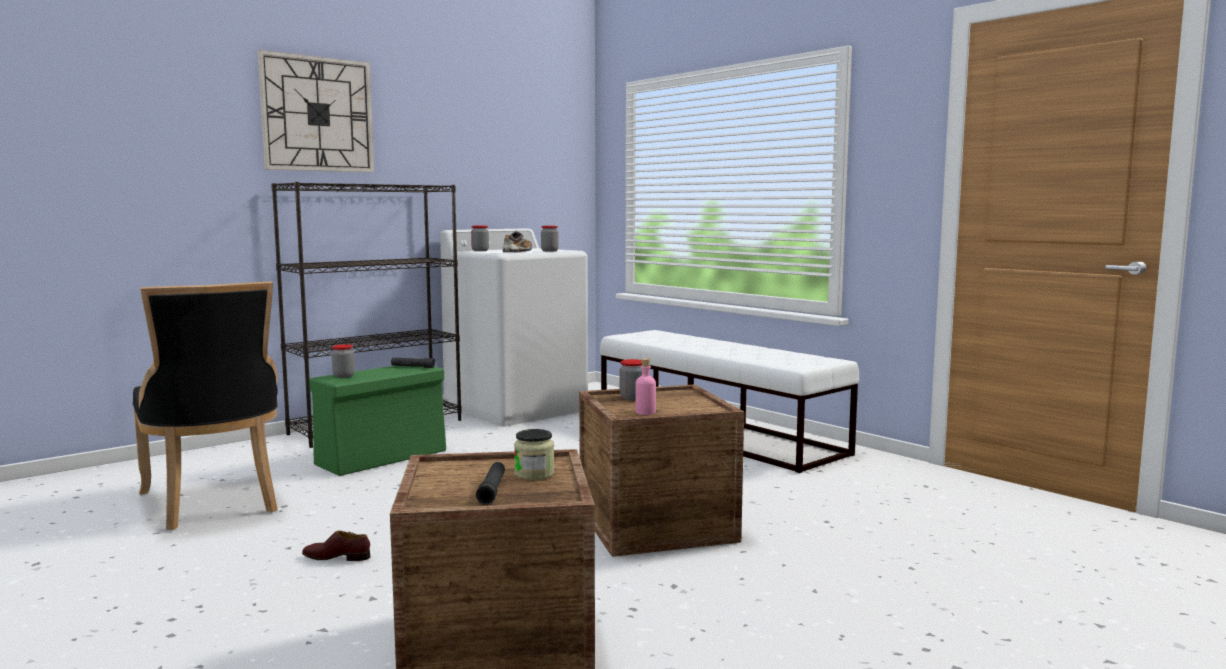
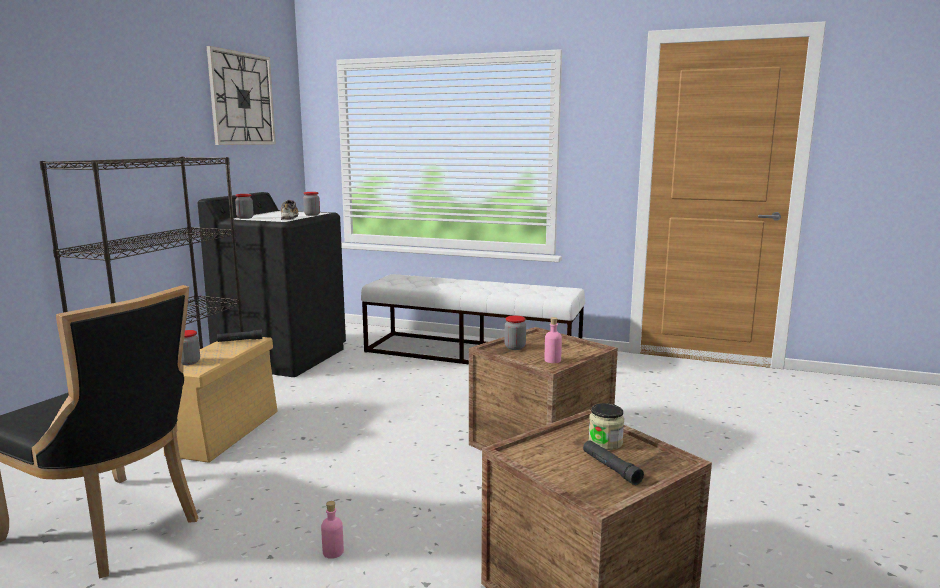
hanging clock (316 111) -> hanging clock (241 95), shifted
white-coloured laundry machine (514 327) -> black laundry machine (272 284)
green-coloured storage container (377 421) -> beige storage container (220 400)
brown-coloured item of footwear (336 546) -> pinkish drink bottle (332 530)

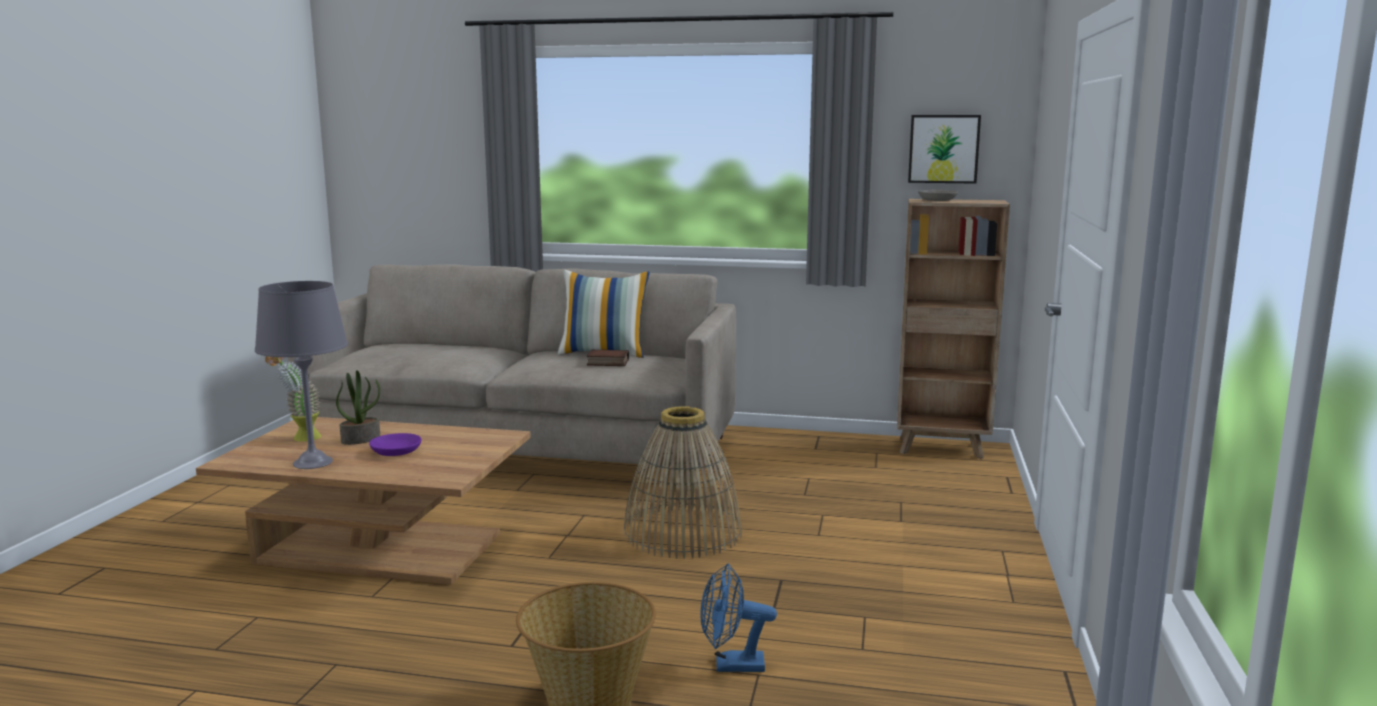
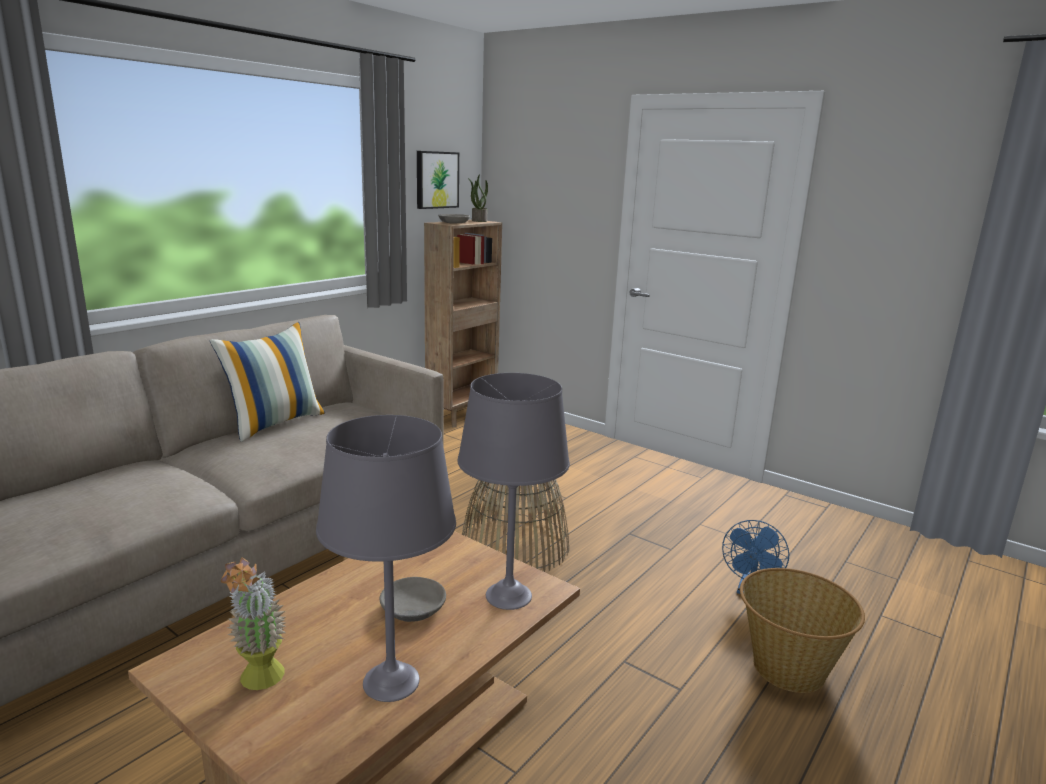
volume (608 358) -> none
houseplant (358 407) -> houseplant (478 198), shifted
purple-coloured serving bowl (395 444) -> gray serving bowl (413 599)
none -> gray tabletop lamp (513 491)

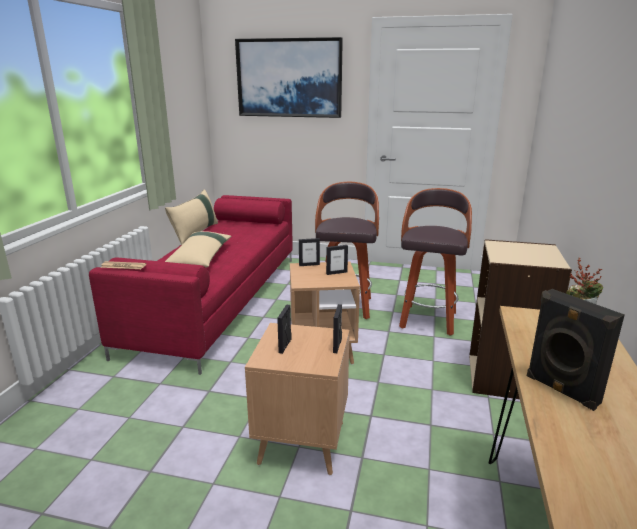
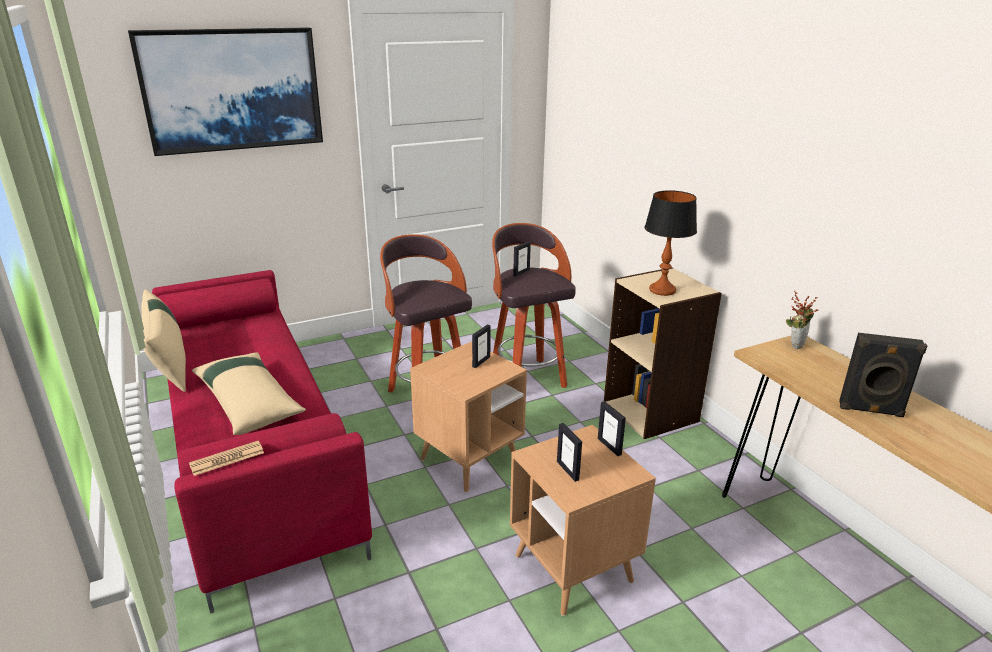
standing frame (309 252) -> standing frame (522 259), shifted
none -> tabletop lamp (670 243)

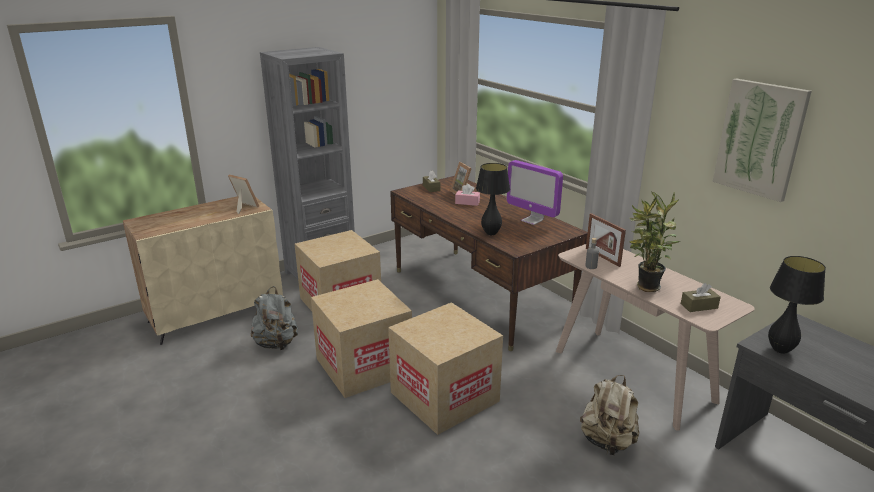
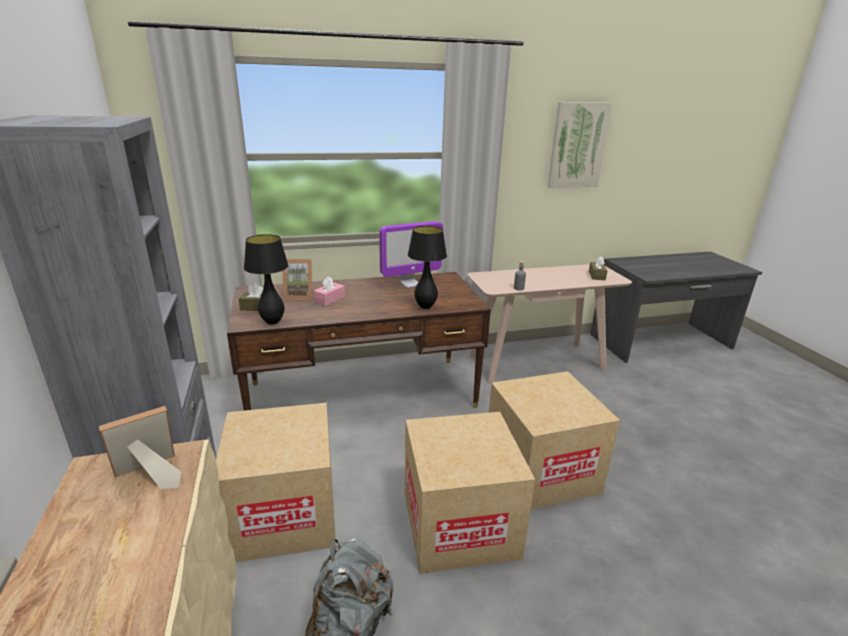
houseplant (655 242) -> none
standing frame (606 240) -> none
black tabletop lamp (797 305) -> black tabletop lamp (266 279), shifted
beige rucksack (609 415) -> none

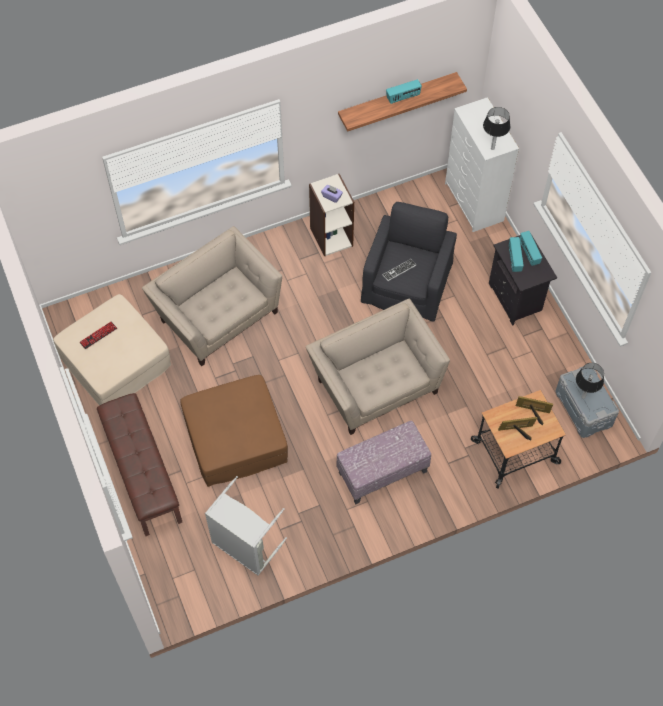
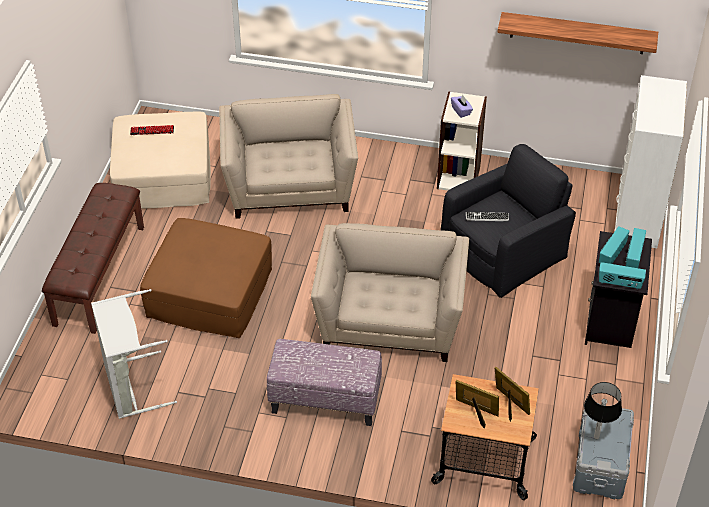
radio receiver (404 91) -> radio receiver (622 275), shifted
tabletop lamp (496 128) -> none

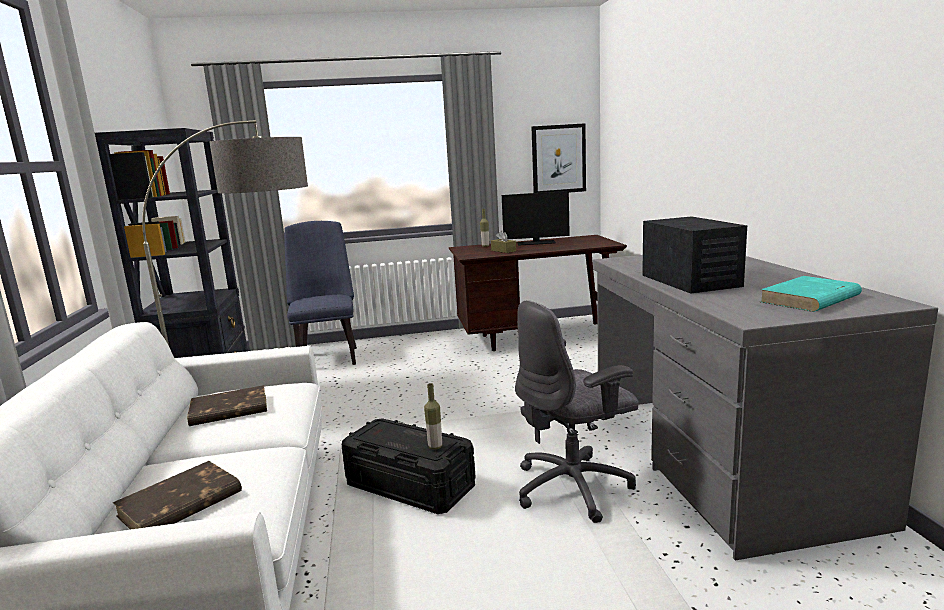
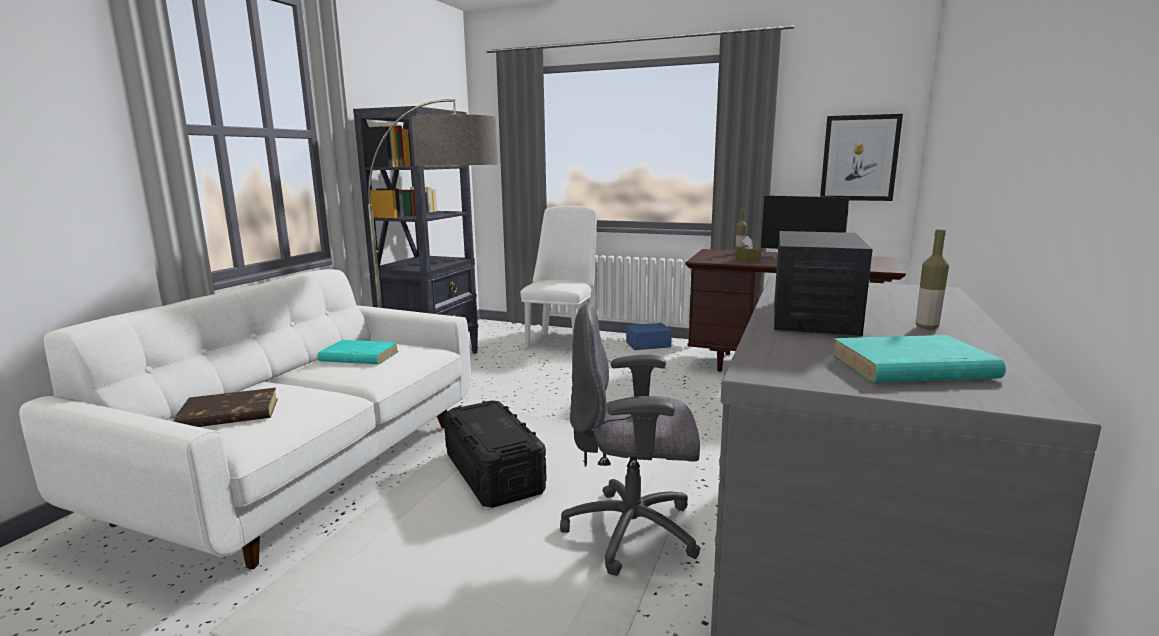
bluish plain chair (320 293) -> white-coloured plain chair (558 277)
drink bottle (433 416) -> drink bottle (932 279), shifted
brown-coloured volume (227 405) -> blue-green volume (358 352)
none -> bluish storage container (649 336)

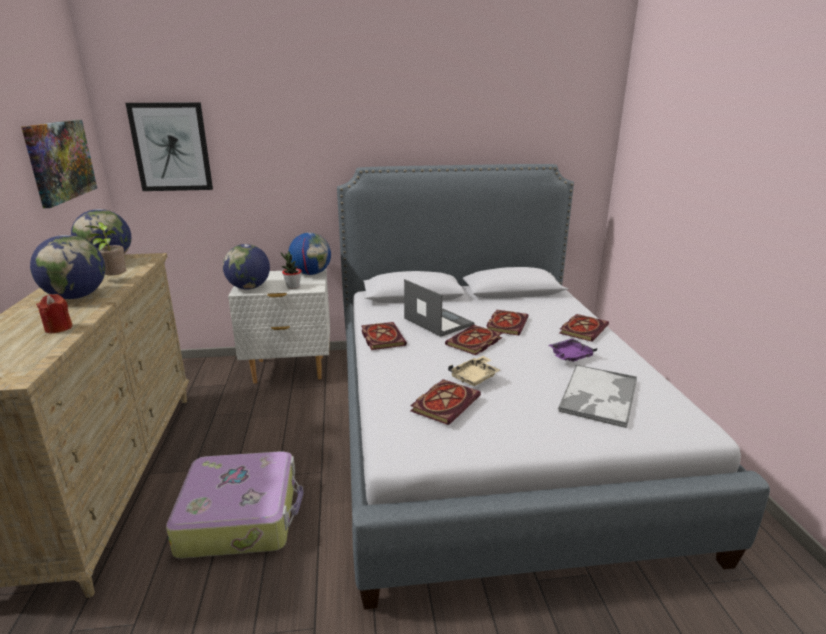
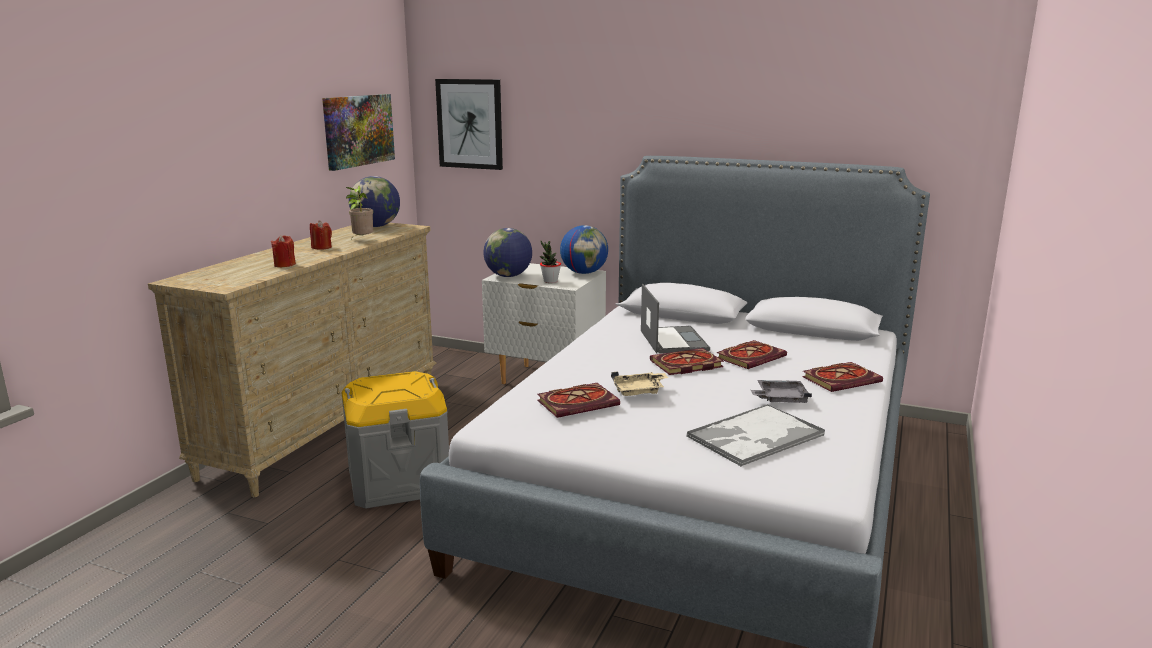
globe (67 267) -> red wax candle (321 235)
volume (384 336) -> none
purple-coloured tray (573 350) -> gray tray (781 391)
piece of luggage (234 505) -> gray storage container (395 439)

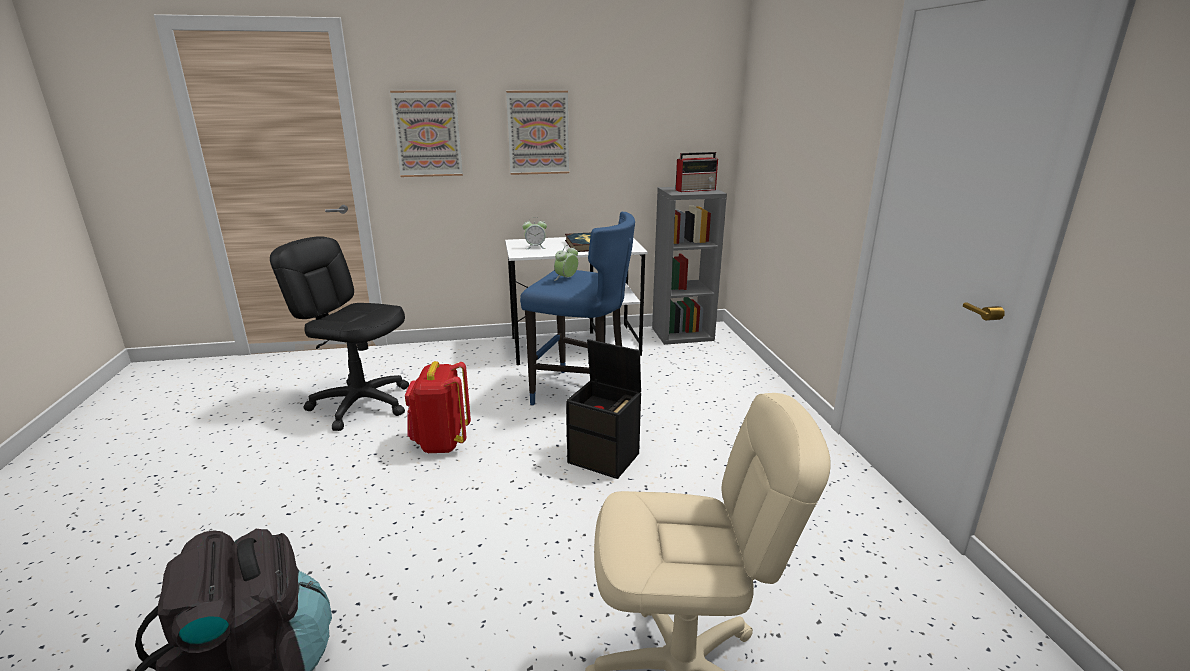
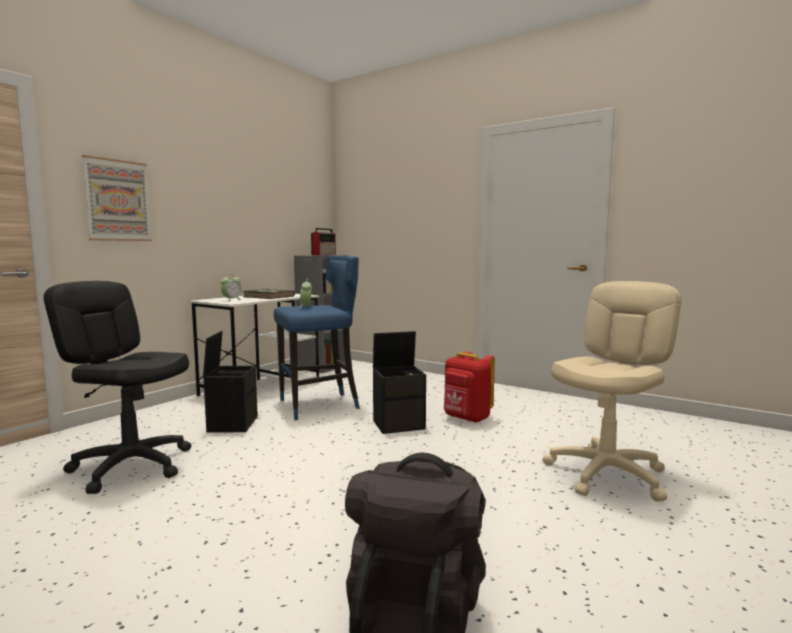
picture (537 133) -> none
black desk chair (339 333) -> black desk chair (117 387), 45 degrees clockwise
red rucksack (438 407) -> red rucksack (469 387), shifted
none -> black storage container (230 382)

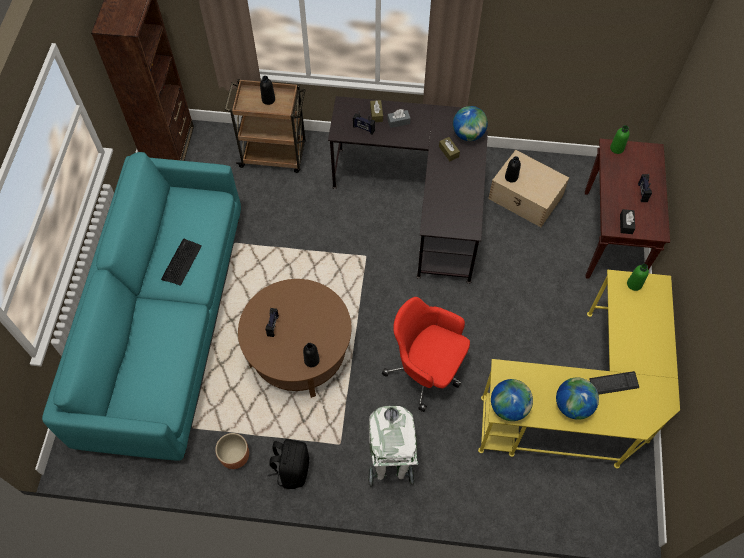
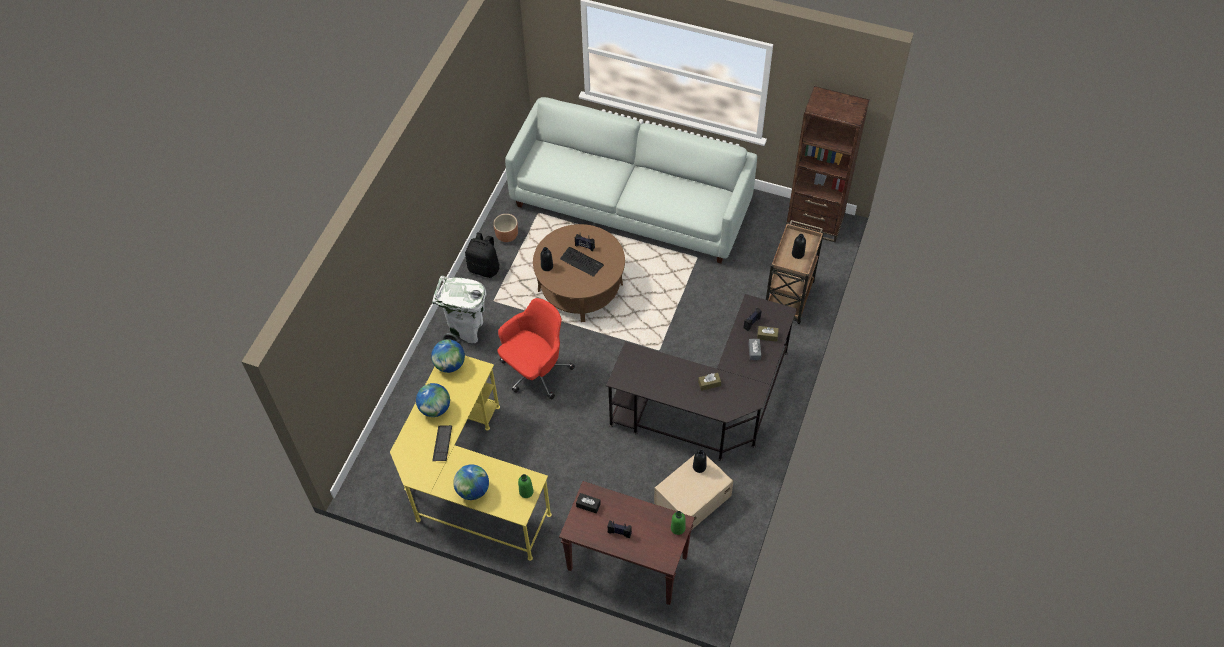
globe (470 123) -> globe (471 482), shifted
blue-green settee (141 306) -> white-coloured settee (631 180)
computer keyboard (181 262) -> computer keyboard (582 262), shifted

